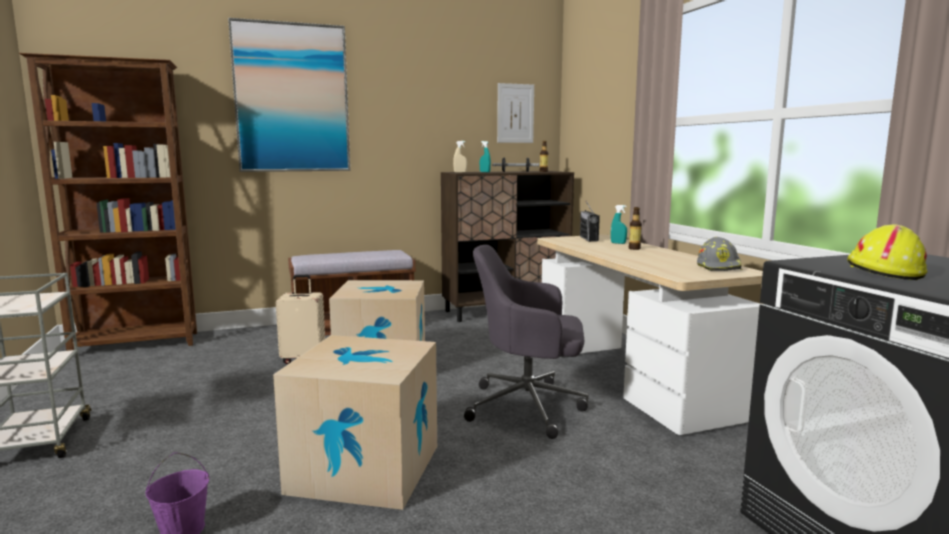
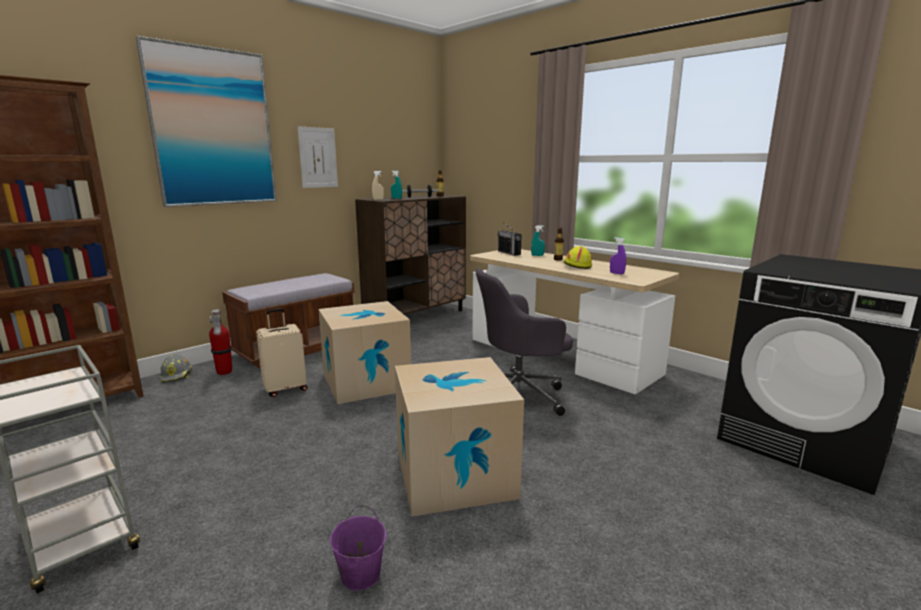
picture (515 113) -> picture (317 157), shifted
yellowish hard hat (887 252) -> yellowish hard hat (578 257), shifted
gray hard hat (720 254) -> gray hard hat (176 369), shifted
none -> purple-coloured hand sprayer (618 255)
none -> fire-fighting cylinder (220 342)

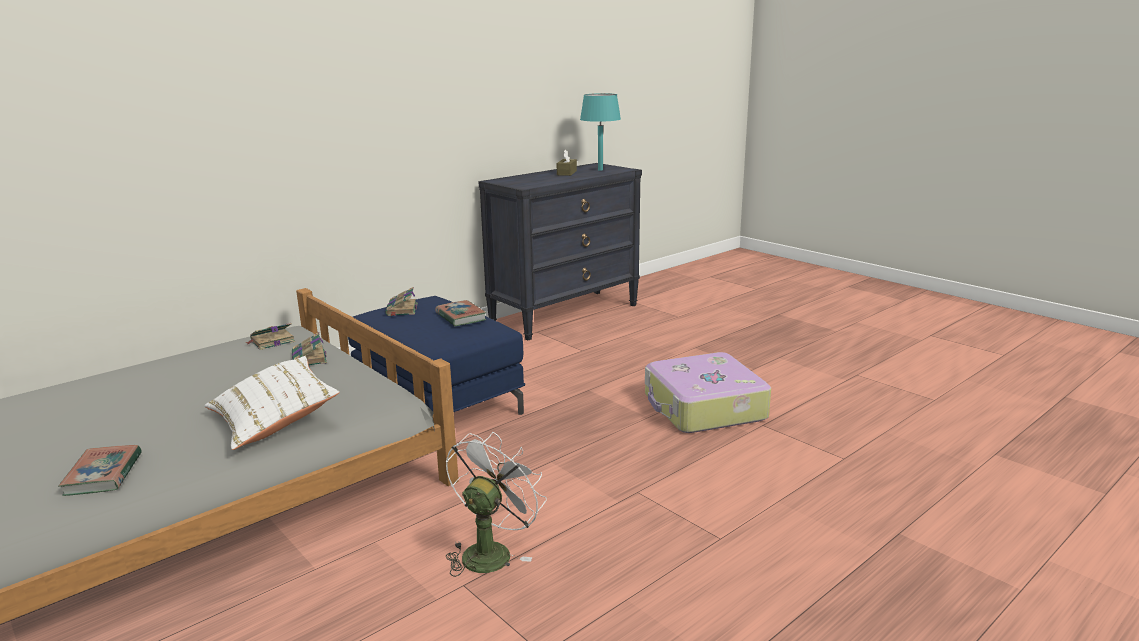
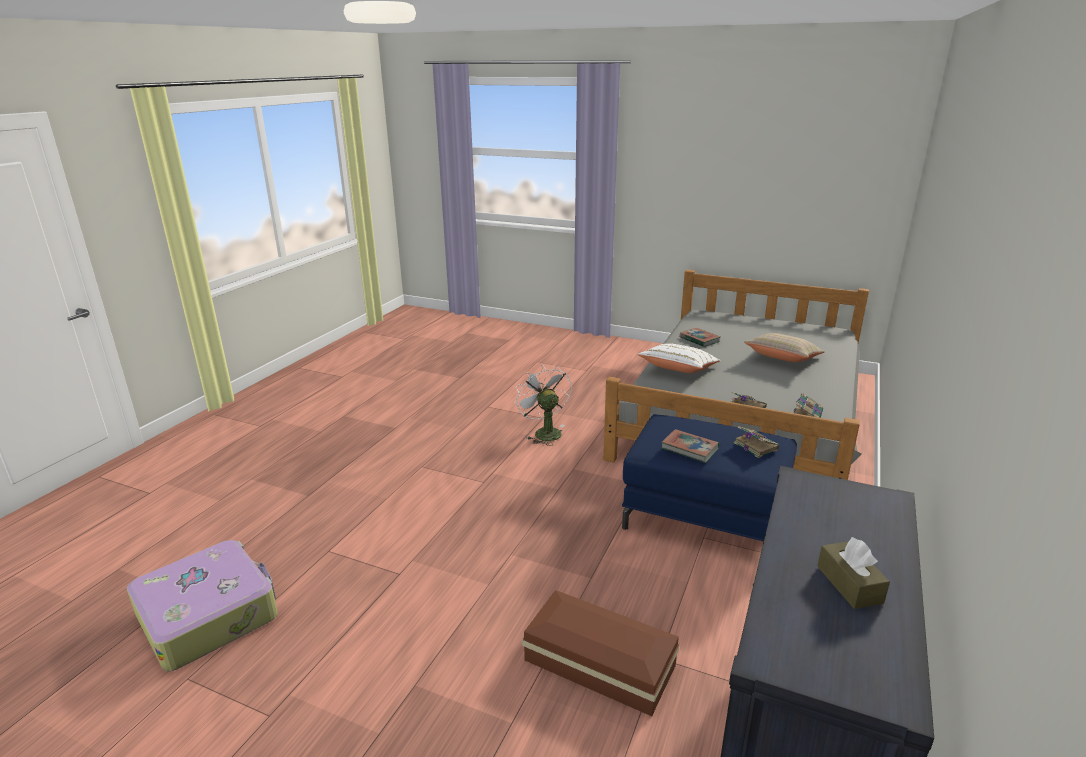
blue-green tabletop lamp (600 132) -> none
piece of luggage (708 392) -> piece of luggage (202 605), shifted
white-coloured fan (496 504) -> white-coloured fan (543 405), 150 degrees clockwise
none -> beige pillow (784 347)
none -> brown-coloured storage container (601 653)

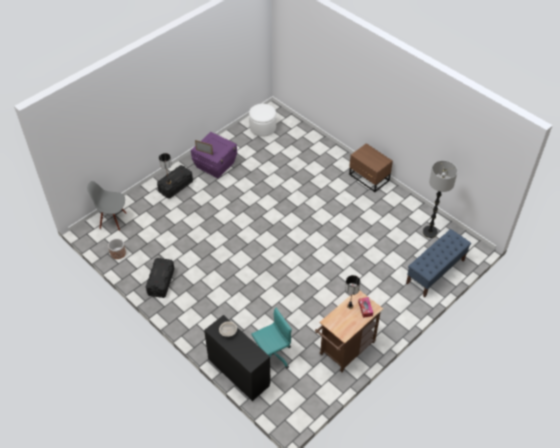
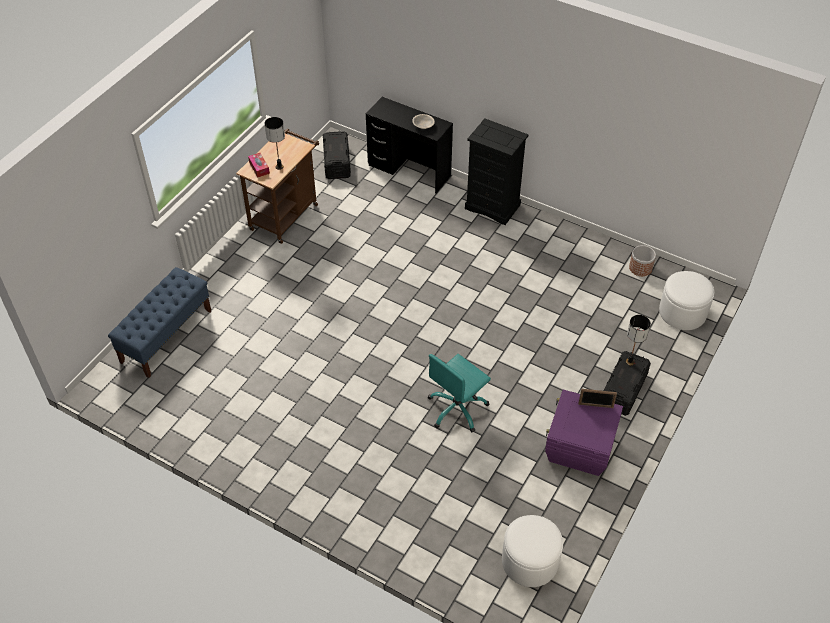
brown-coloured nightstand (371 167) -> none
floor lamp (440 199) -> none
gray plain chair (106 206) -> white-coloured footrest (686 300)
black storage container (160 278) -> black storage container (337 155), shifted
blue-green desk chair (271 338) -> blue-green desk chair (459 393), shifted
none -> black chest of drawers (497 171)

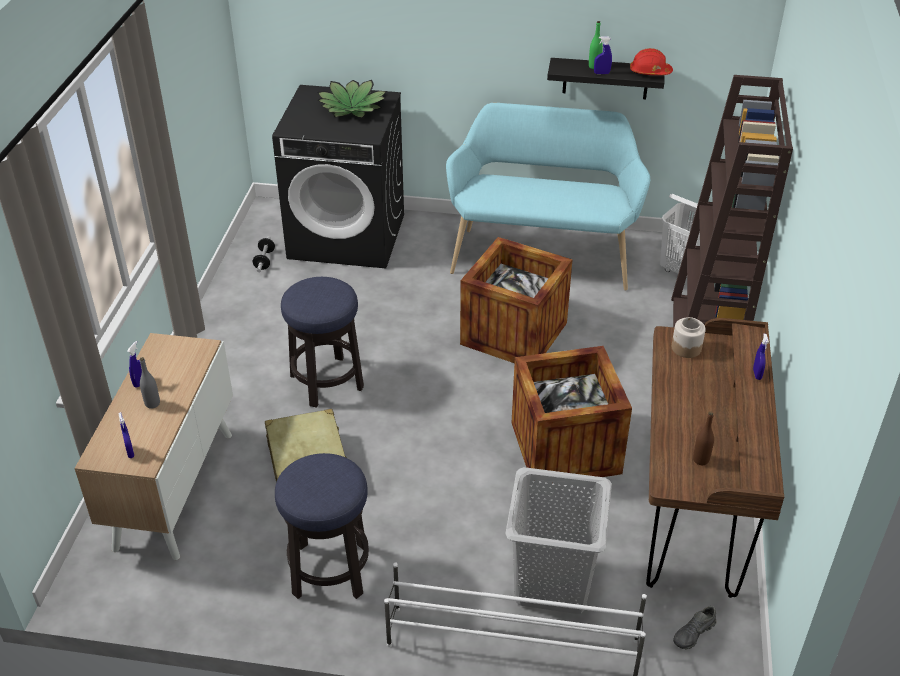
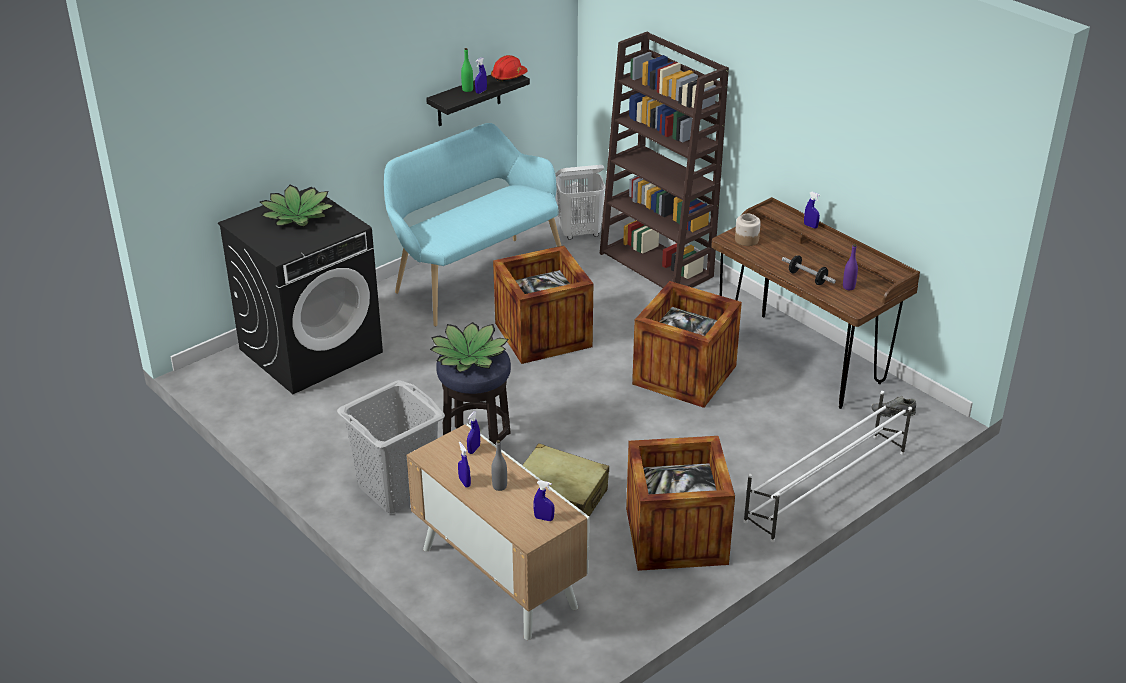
hand weight (264 254) -> hand weight (809 270), shifted
brown-coloured drink bottle (703 438) -> purple-coloured drink bottle (850 267)
stool seat (322 526) -> shipping crate (680 503)
gray laundry basket (558 540) -> gray laundry basket (391 446), shifted
gray item of footwear (695 628) -> gray item of footwear (893 406), 90 degrees clockwise
none -> houseplant (469 347)
none -> bluish hand sprayer (473 432)

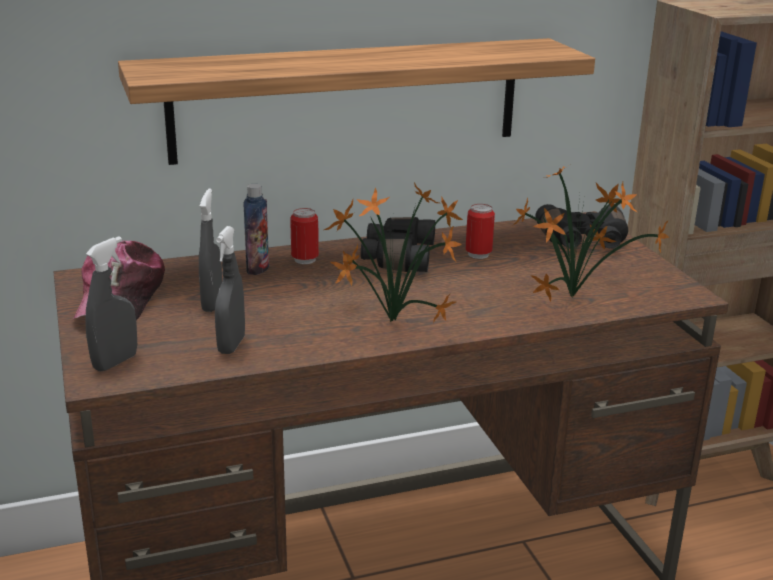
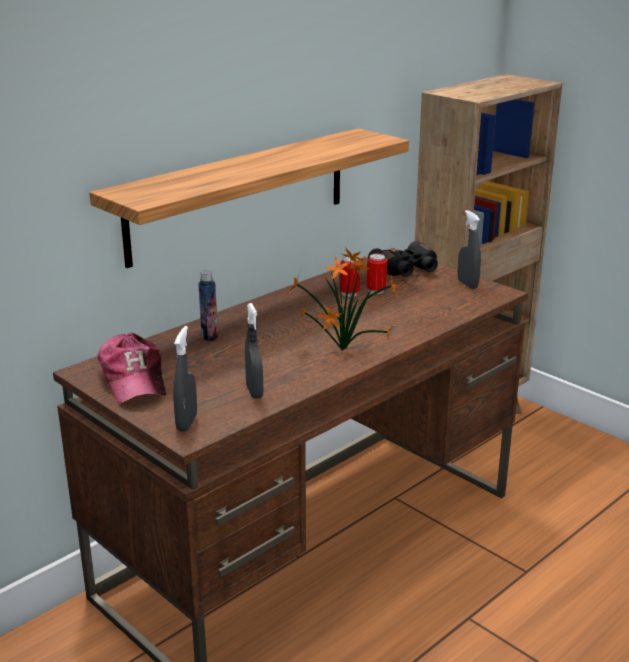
houseplant (591 234) -> none
gray hand sprayer (210 250) -> gray hand sprayer (469 249), shifted
sealed can (304 236) -> sealed can (377 274), shifted
black binoculars (398 244) -> none

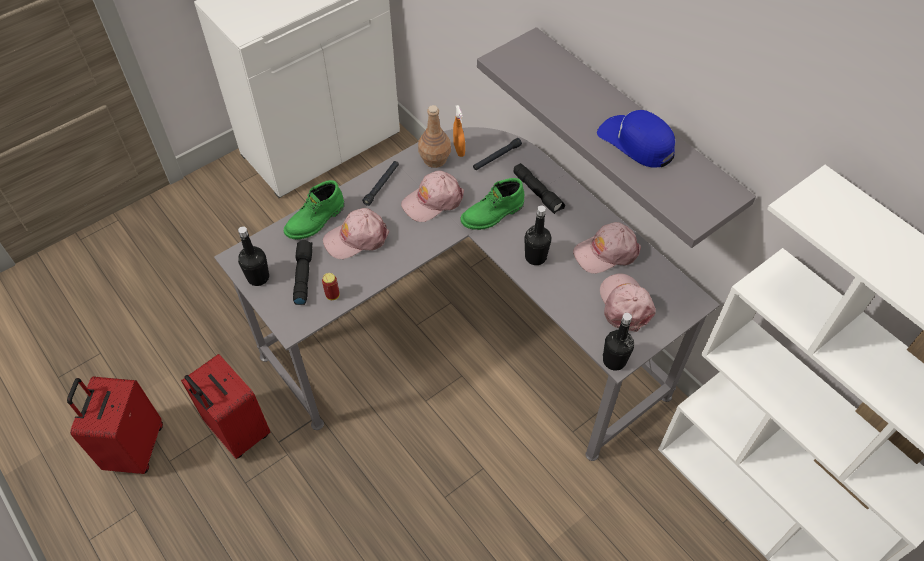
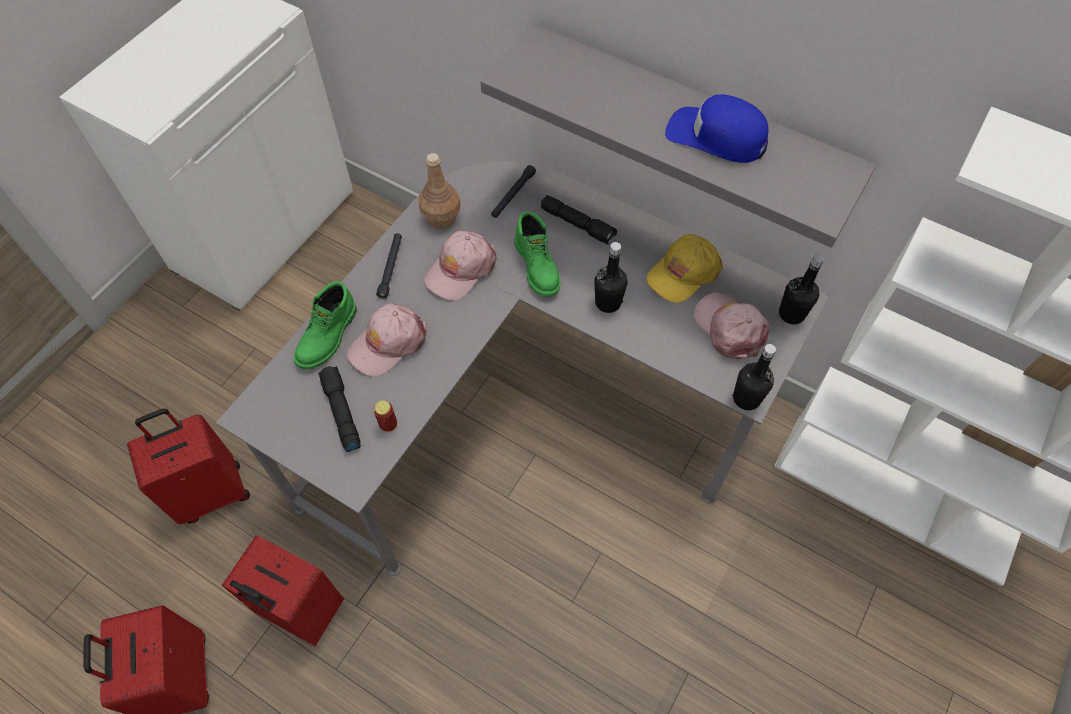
orange hand sprayer (459 131) -> none
green-coloured boot (492 204) -> green-coloured boot (537 254), 60 degrees counterclockwise
pinkish cap (607 248) -> yellowish cap (684 268)
black drink bottle (253 256) -> black drink bottle (801 289), shifted
none -> red piece of luggage (188 466)

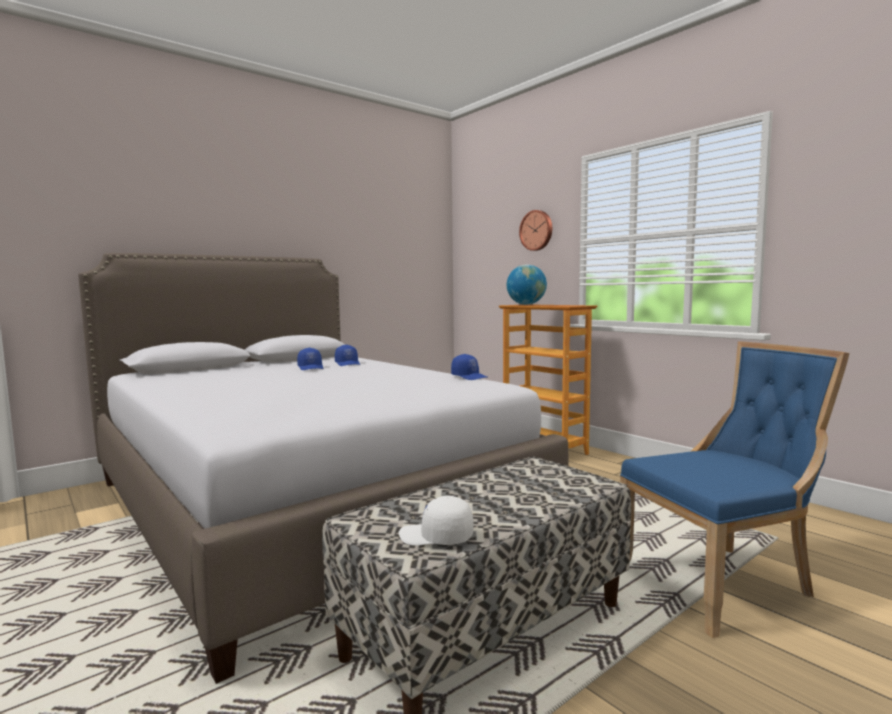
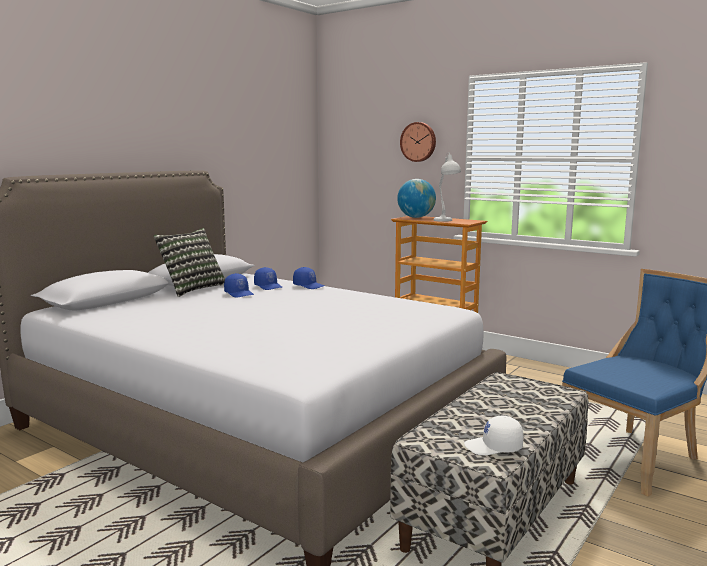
bluish cap (469 367) -> bluish cap (308 278), shifted
none -> white-coloured tabletop lamp (447 187)
none -> pillow (189 262)

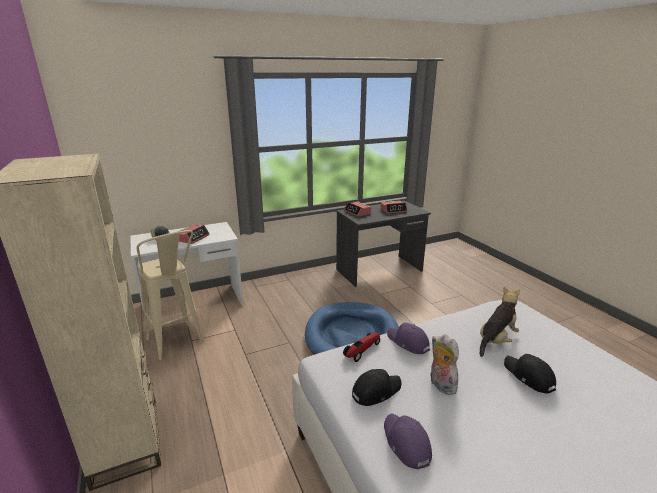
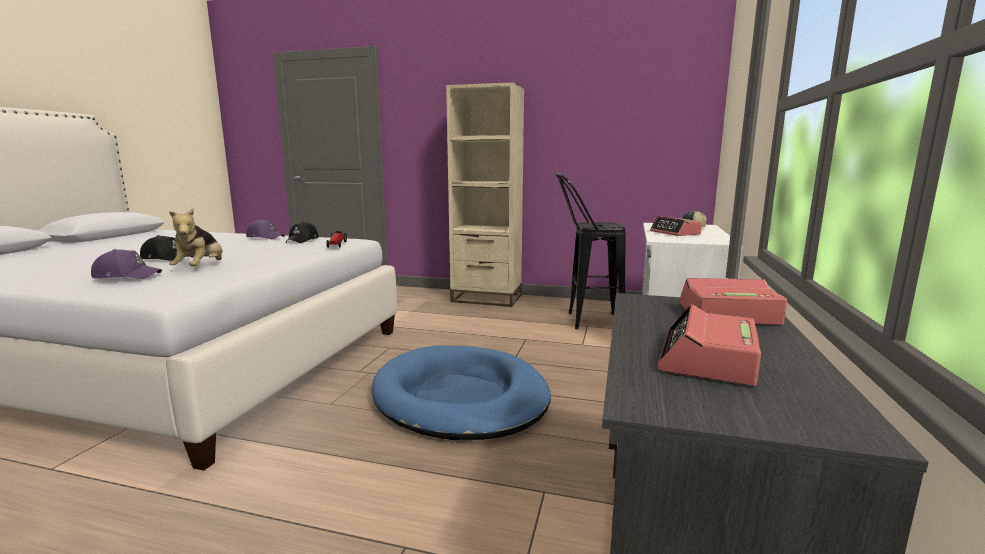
beige stool seat (170 295) -> black stool seat (590 250)
purple-coloured cap (408 338) -> purple-coloured cap (126 264), shifted
plush toy (445 364) -> none

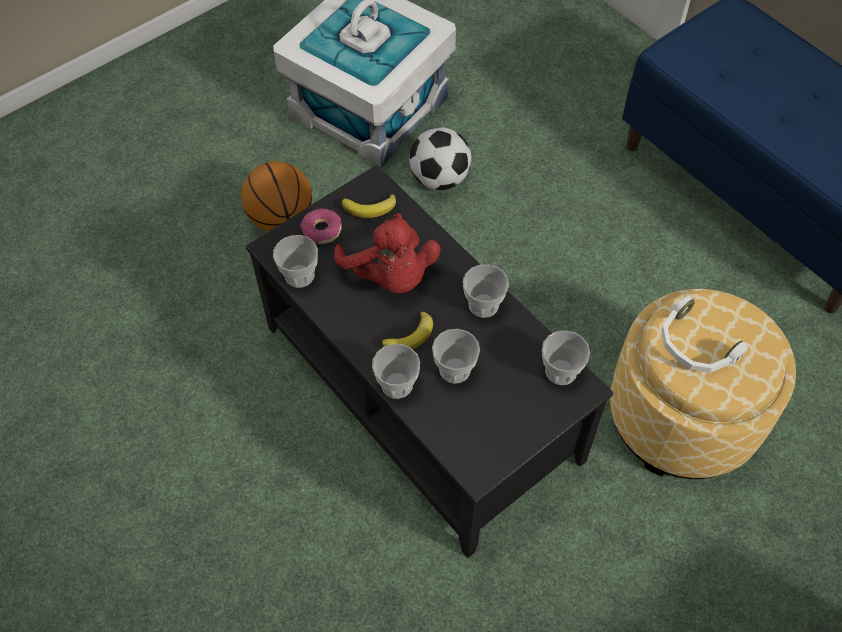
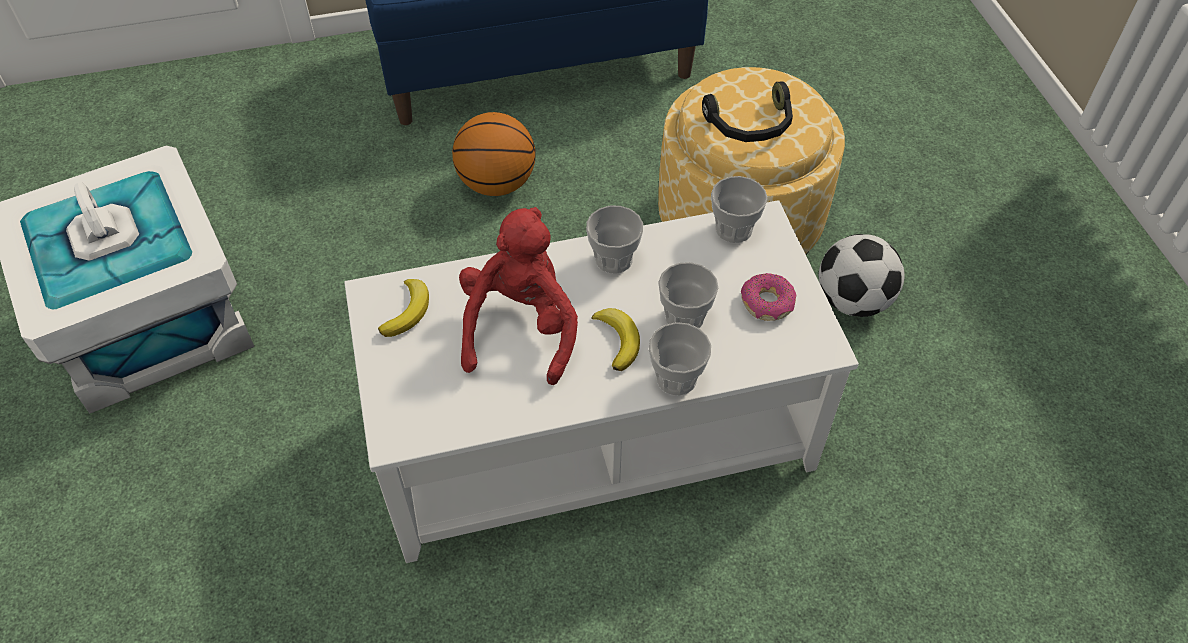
football (440 158) -> football (862 275), shifted
basketball (276 196) -> basketball (494 154), shifted
black low table (429 361) -> white-coloured low table (601 381)
ring doughnut (321 226) -> ring doughnut (768 297), shifted
red plush toy (387 253) -> red plush toy (518 296), 75 degrees counterclockwise
cup (295 261) -> none
white-coloured pair of headphones (704 334) -> black pair of headphones (747 111)

